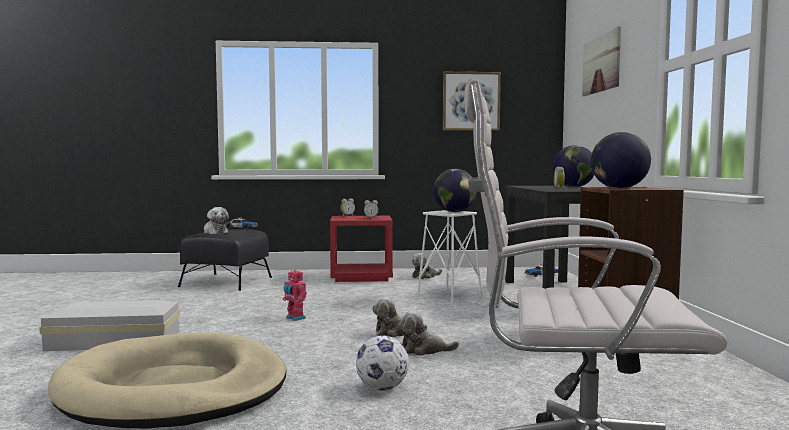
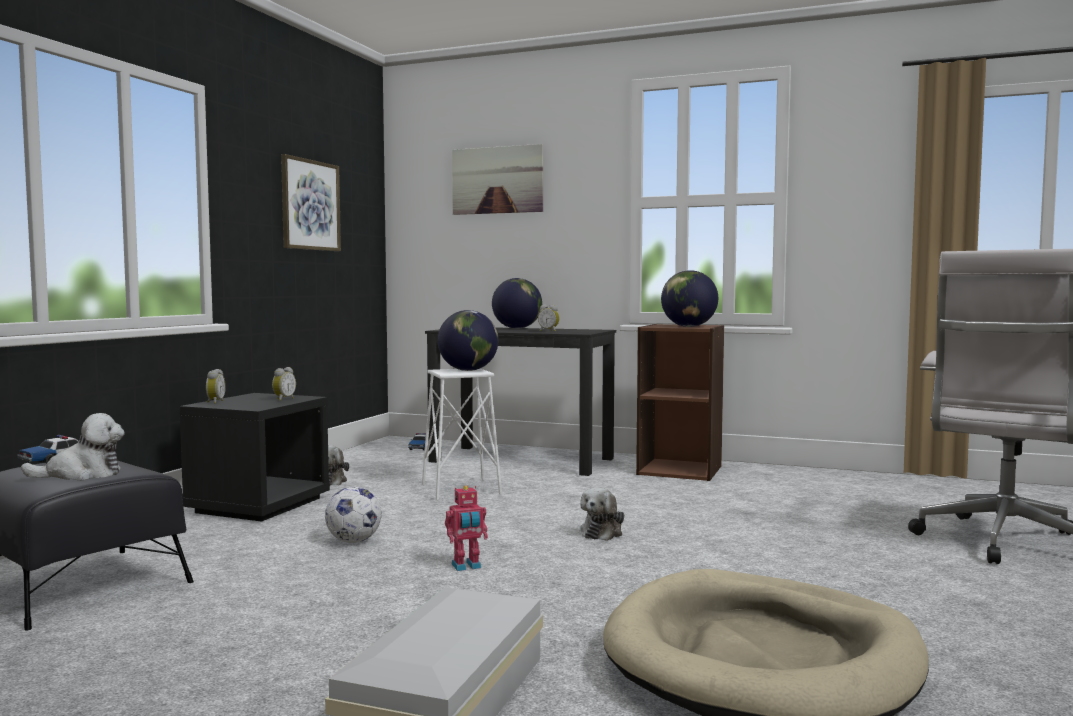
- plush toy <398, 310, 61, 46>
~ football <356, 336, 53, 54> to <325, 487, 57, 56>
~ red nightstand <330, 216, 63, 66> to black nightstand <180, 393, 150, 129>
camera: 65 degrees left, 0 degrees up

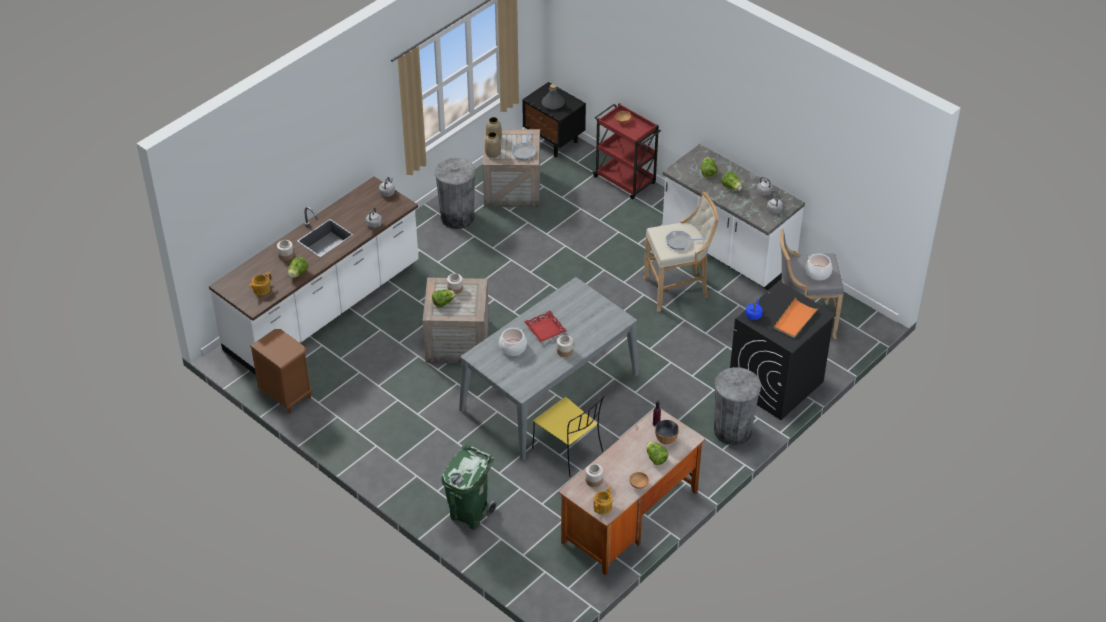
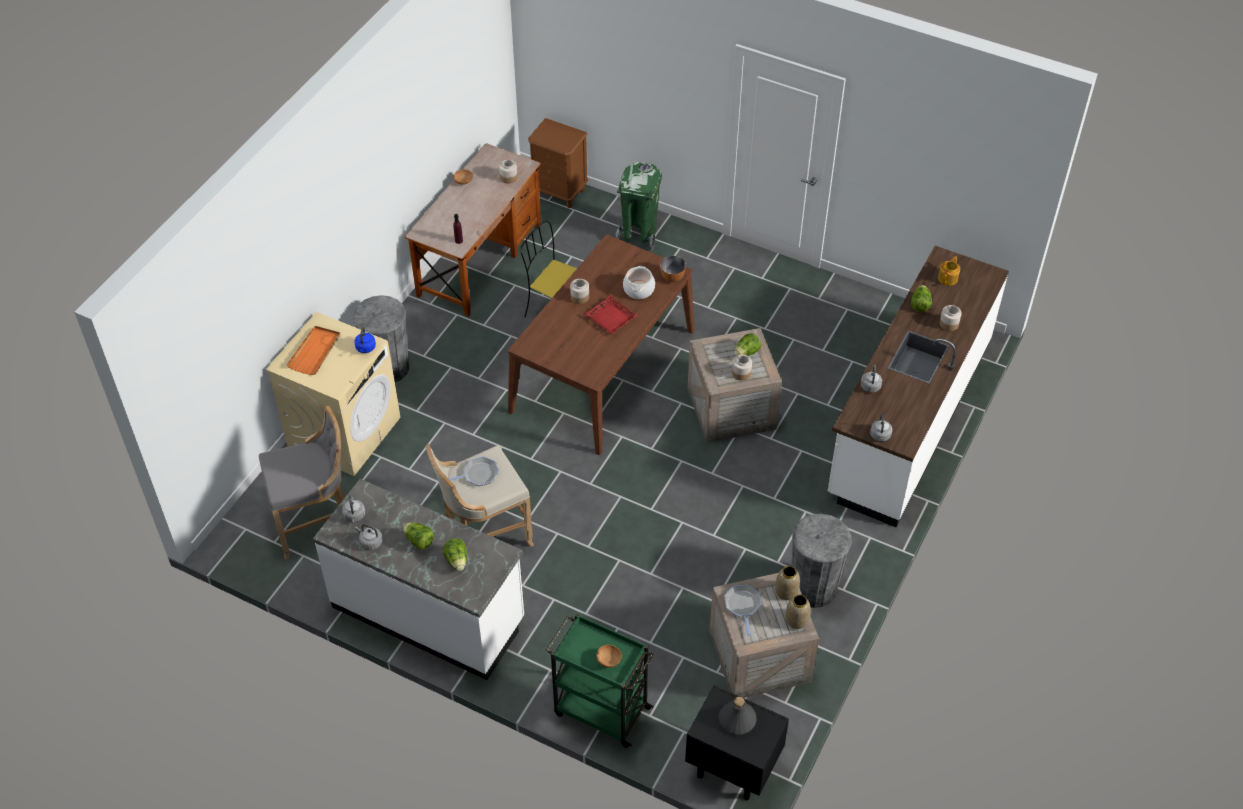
- teapot <593, 487, 19, 27>
- lettuce <646, 442, 22, 23>
- cooking pot <805, 254, 27, 26>
~ brown nightstand <250, 329, 62, 84> to <528, 118, 61, 90>
~ bowl <655, 420, 24, 24> to <660, 256, 26, 26>
~ grey dining table <459, 277, 180, 184> to brown dining table <508, 234, 186, 221>
~ red cart <593, 103, 68, 97> to green cart <546, 613, 108, 135>
~ black washing machine <730, 281, 106, 139> to beige washing machine <266, 312, 134, 164>
camera: 165 degrees right, 5 degrees up

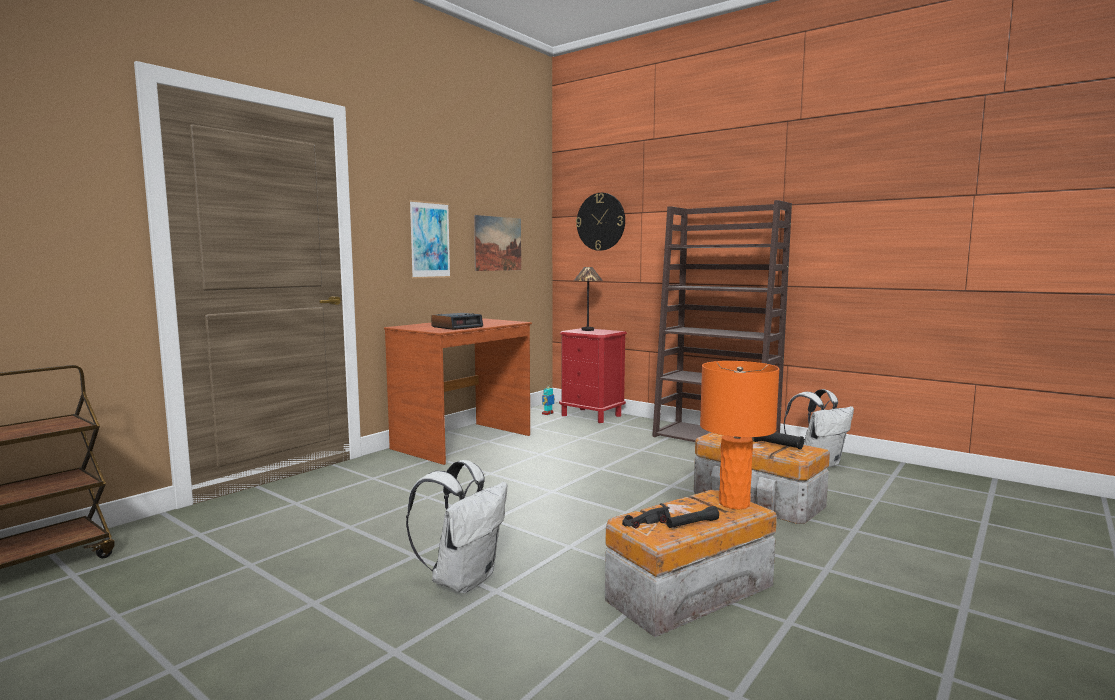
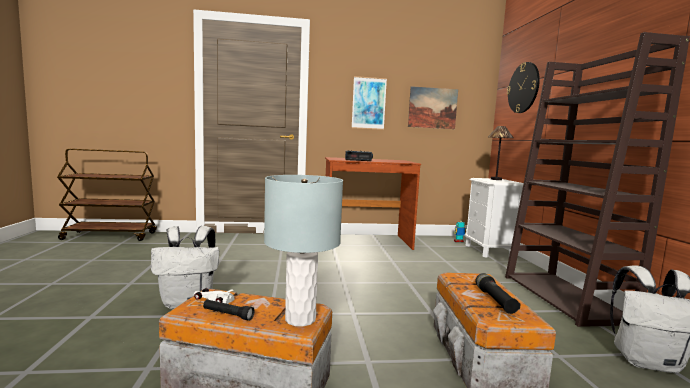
~ red nightstand <559, 328, 68, 95> to white nightstand <464, 178, 60, 80>
~ black toy car <622, 503, 49, 25> to white toy car <193, 288, 42, 16>
~ orange table lamp <700, 361, 79, 148> to grey table lamp <264, 175, 79, 152>
camera: 45 degrees right, 0 degrees up

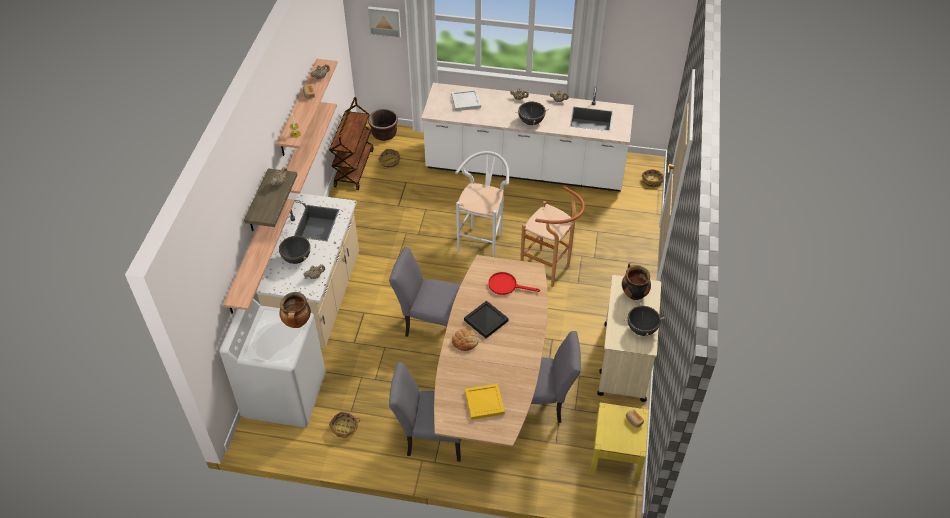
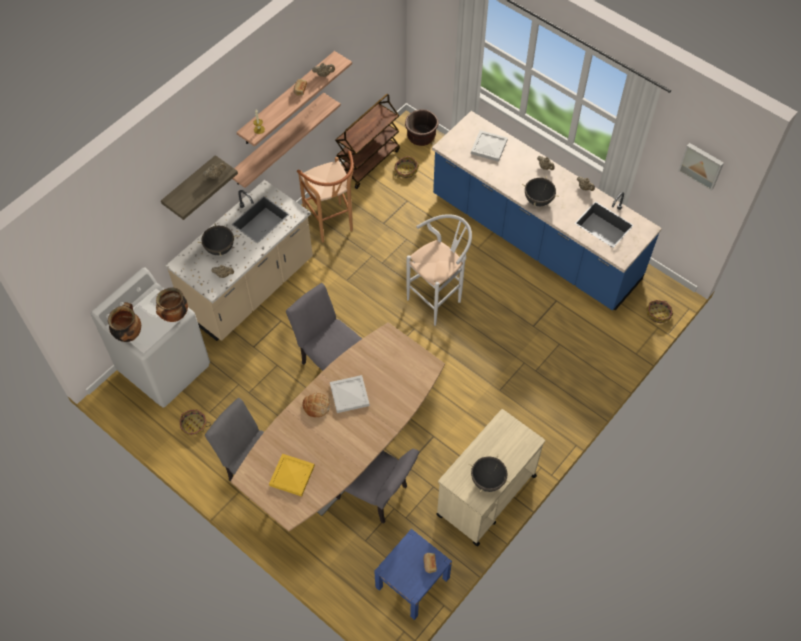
- shelf <223, 199, 72, 115>
- red frying pan <488, 272, 52, 23>
~ picture <367, 6, 34, 32> to <678, 143, 46, 48>
~ brown stool <520, 186, 65, 101> to <297, 151, 57, 91>
~ cooking pot <622, 263, 29, 37> to <108, 302, 33, 40>
~ white counter <421, 83, 213, 109> to blue counter <432, 111, 230, 200>
~ black tray <464, 301, 45, 37> to white tray <330, 375, 40, 38>
~ yellow nightstand <590, 403, 59, 79> to blue nightstand <374, 529, 78, 91>
camera: 30 degrees right, 10 degrees up

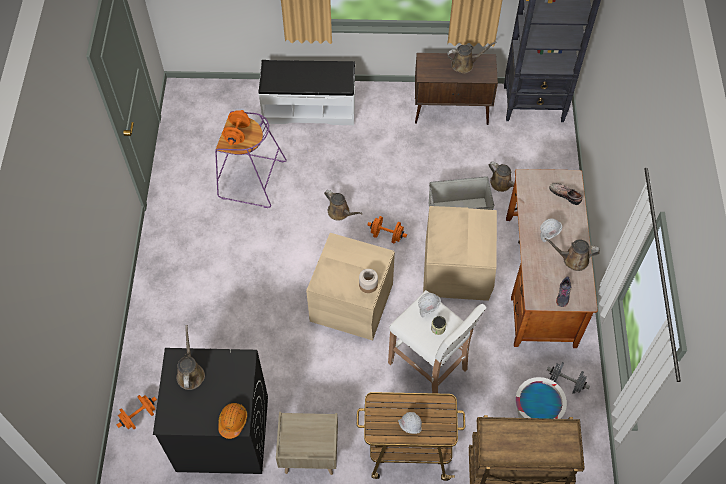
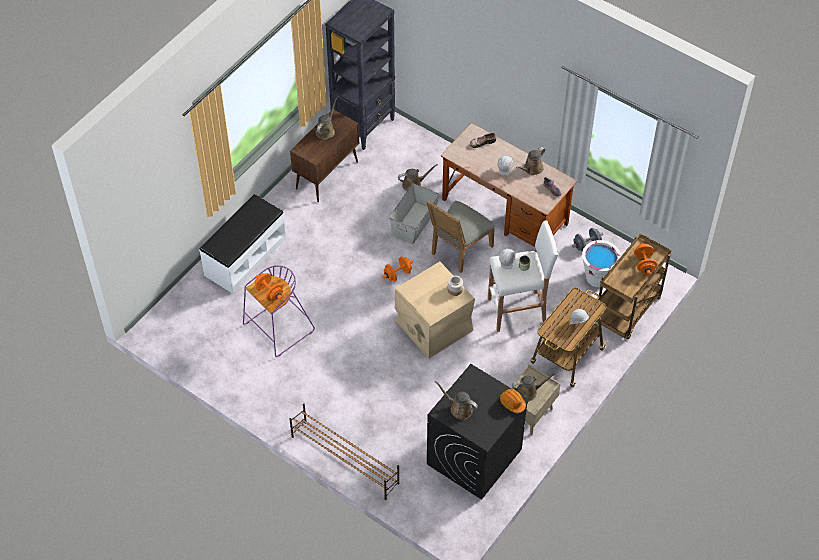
+ brown shoe rack <289, 403, 111, 97>
~ orange dumbbell <117, 395, 40, 34> to <634, 243, 23, 32>
~ brown watering can <324, 190, 39, 31> to <512, 372, 46, 29>
~ beige storage box <423, 206, 74, 95> to grey chair <426, 200, 69, 73>
camera: 55 degrees left, 5 degrees down

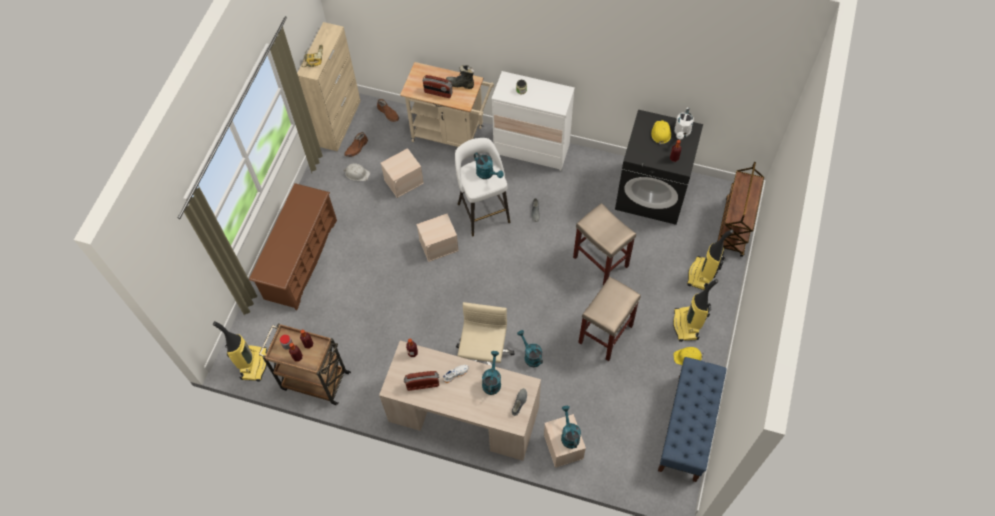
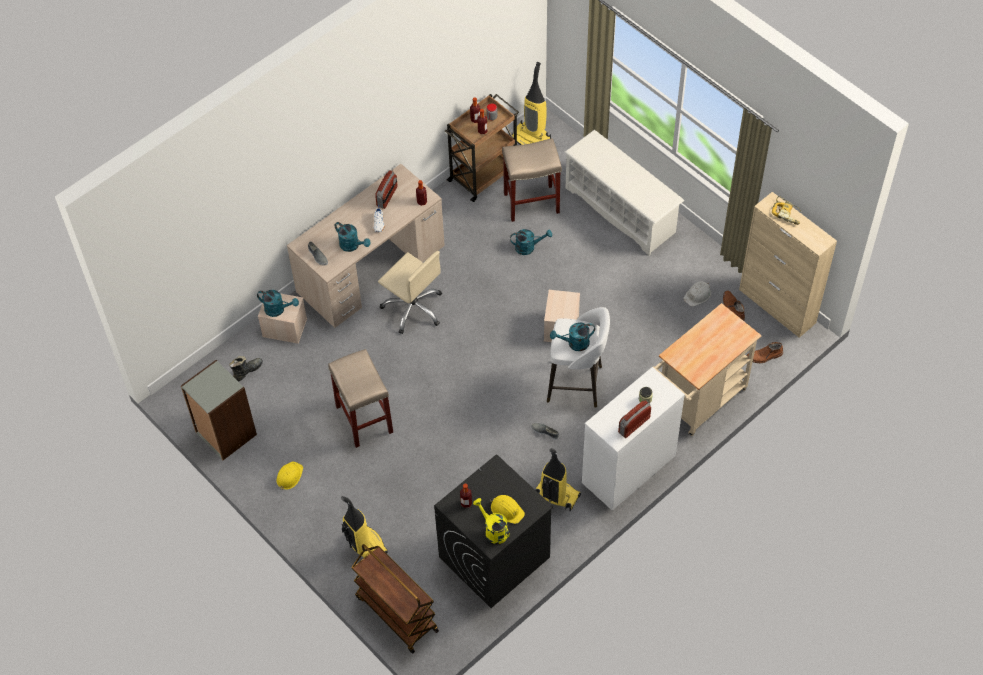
- beige storage box <380, 148, 44, 50>
~ radio <423, 75, 29, 23> to <618, 400, 33, 38>
~ black boot <446, 65, 28, 24> to <229, 356, 34, 26>
~ turquoise watering can <517, 330, 26, 37> to <510, 229, 42, 26>
~ beige stool <573, 203, 63, 82> to <502, 138, 60, 84>
~ vacuum cleaner <673, 279, 45, 63> to <535, 448, 46, 63>
~ blue bench <658, 357, 69, 125> to grey bookcase <181, 360, 76, 100>
~ brown shoe rack <249, 183, 88, 127> to white shoe rack <565, 130, 119, 126>
~ white watering can <674, 107, 20, 33> to yellow watering can <473, 498, 37, 46>
camera: 120 degrees right, 5 degrees down

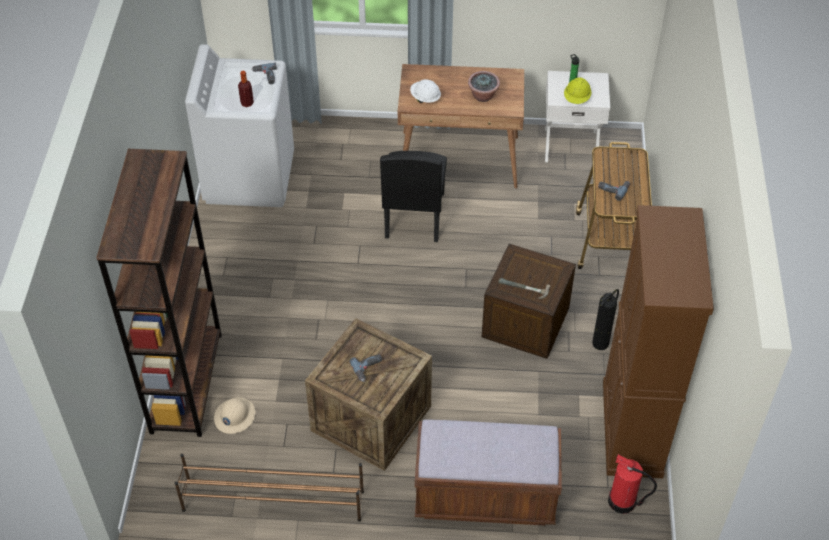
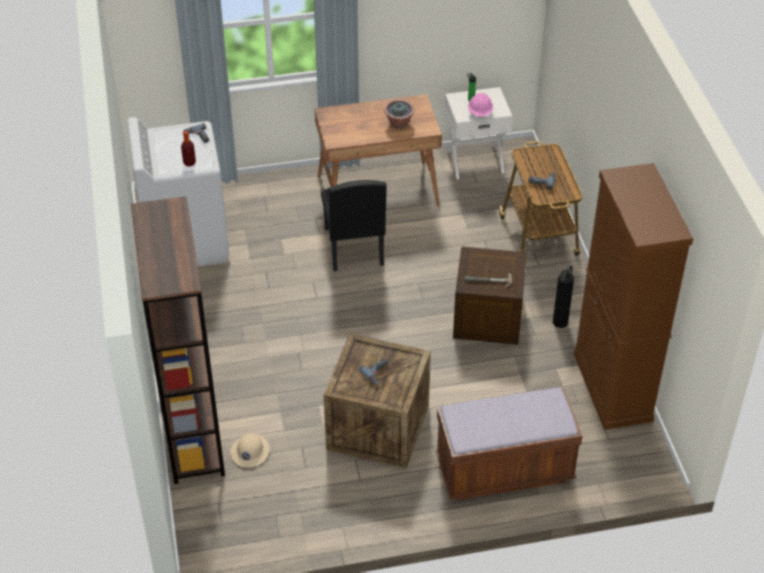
- brown shoe rack <175, 454, 189, 67>
- white hard hat <410, 79, 31, 24>
- fire extinguisher <608, 454, 49, 60>
~ yellow hard hat <564, 77, 27, 27> to pink hard hat <468, 93, 25, 24>
camera: 15 degrees left, 5 degrees down

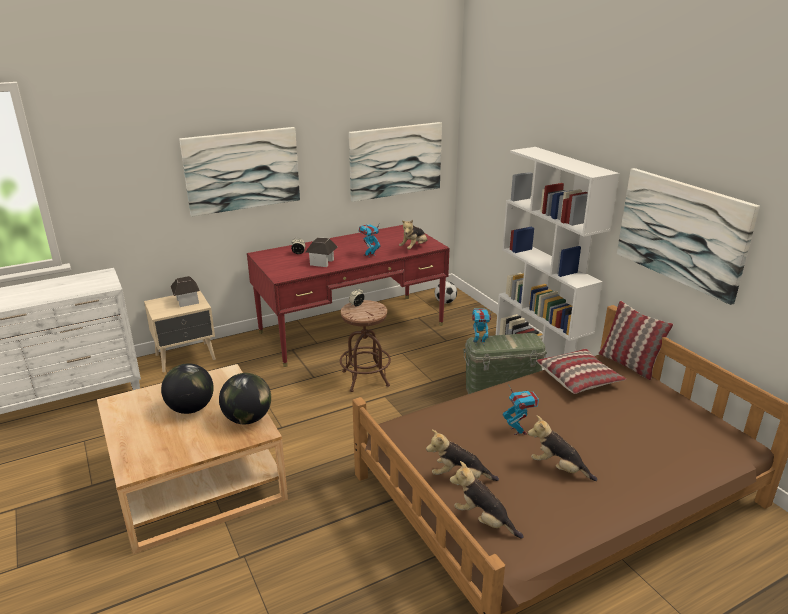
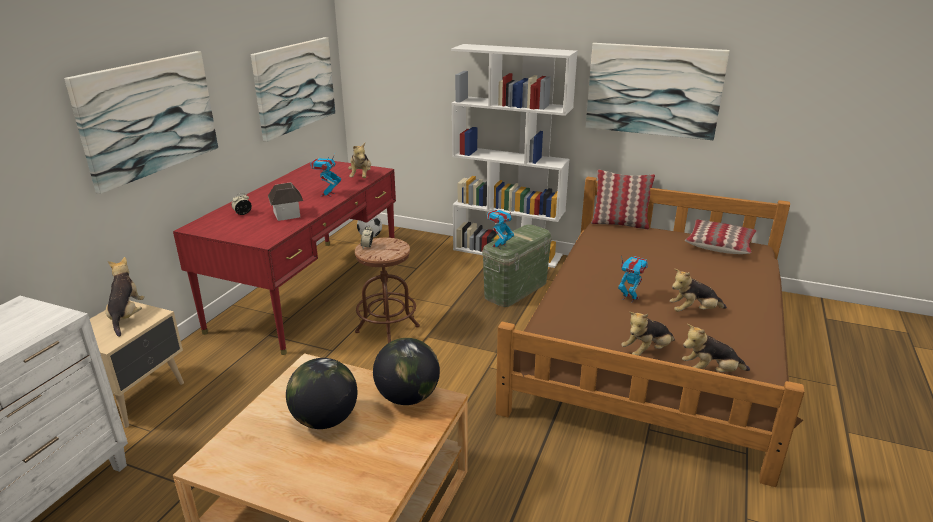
~ pillow <536, 349, 90, 45> to <685, 219, 71, 35>
~ toy house <171, 276, 29, 31> to plush toy <106, 257, 39, 80>
camera: 40 degrees left, 0 degrees up

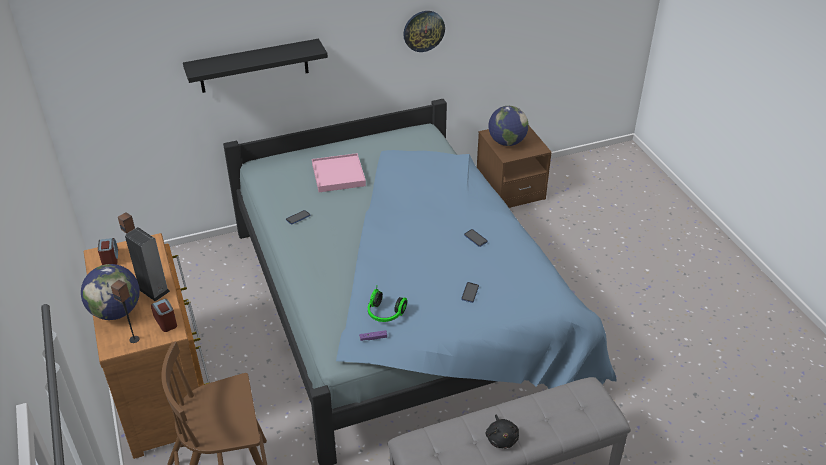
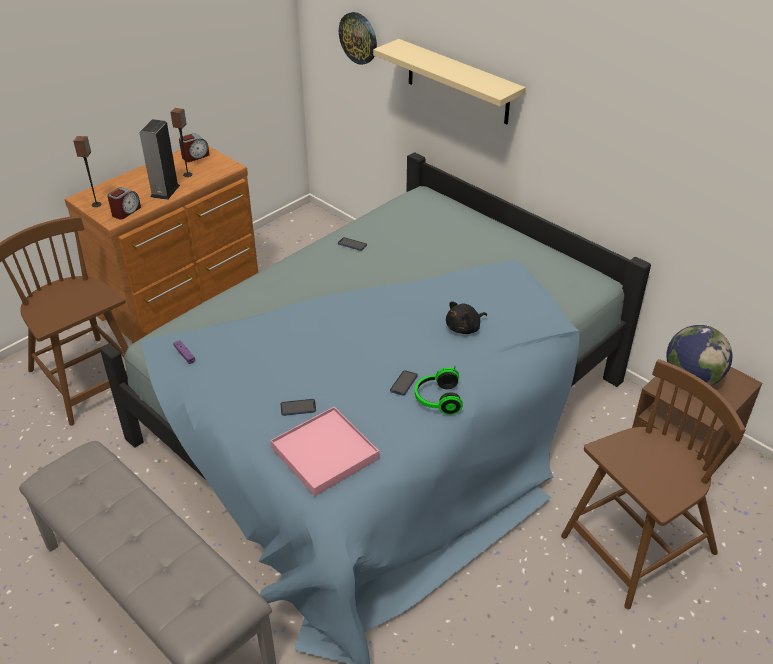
- globe <81, 264, 59, 56>
+ brown chair <561, 359, 184, 250>
~ pink tray <312, 153, 54, 39> to <270, 407, 109, 89>
~ headphones <368, 289, 39, 33> to <415, 365, 48, 50>
~ wall clock <403, 11, 42, 41> to <339, 12, 38, 53>
~ black plush toy <486, 415, 33, 33> to <446, 301, 41, 33>
~ black shelf <183, 39, 145, 54> to beige shelf <373, 39, 153, 85>
camera: 65 degrees right, 0 degrees up

